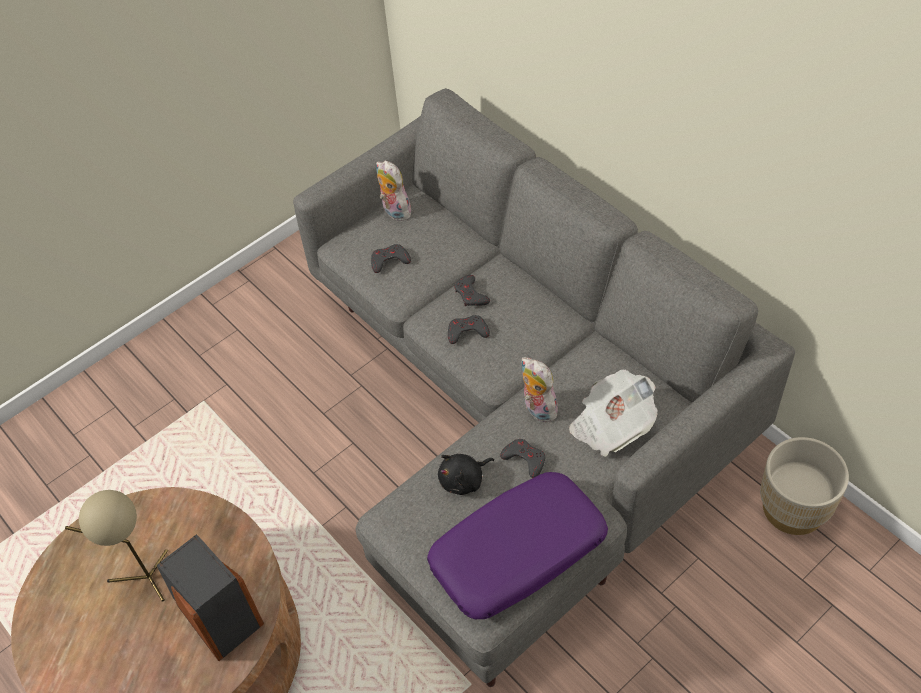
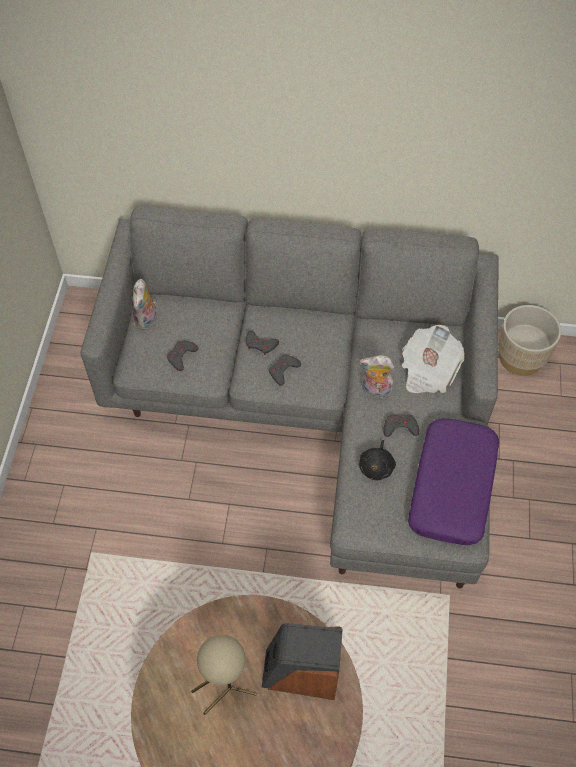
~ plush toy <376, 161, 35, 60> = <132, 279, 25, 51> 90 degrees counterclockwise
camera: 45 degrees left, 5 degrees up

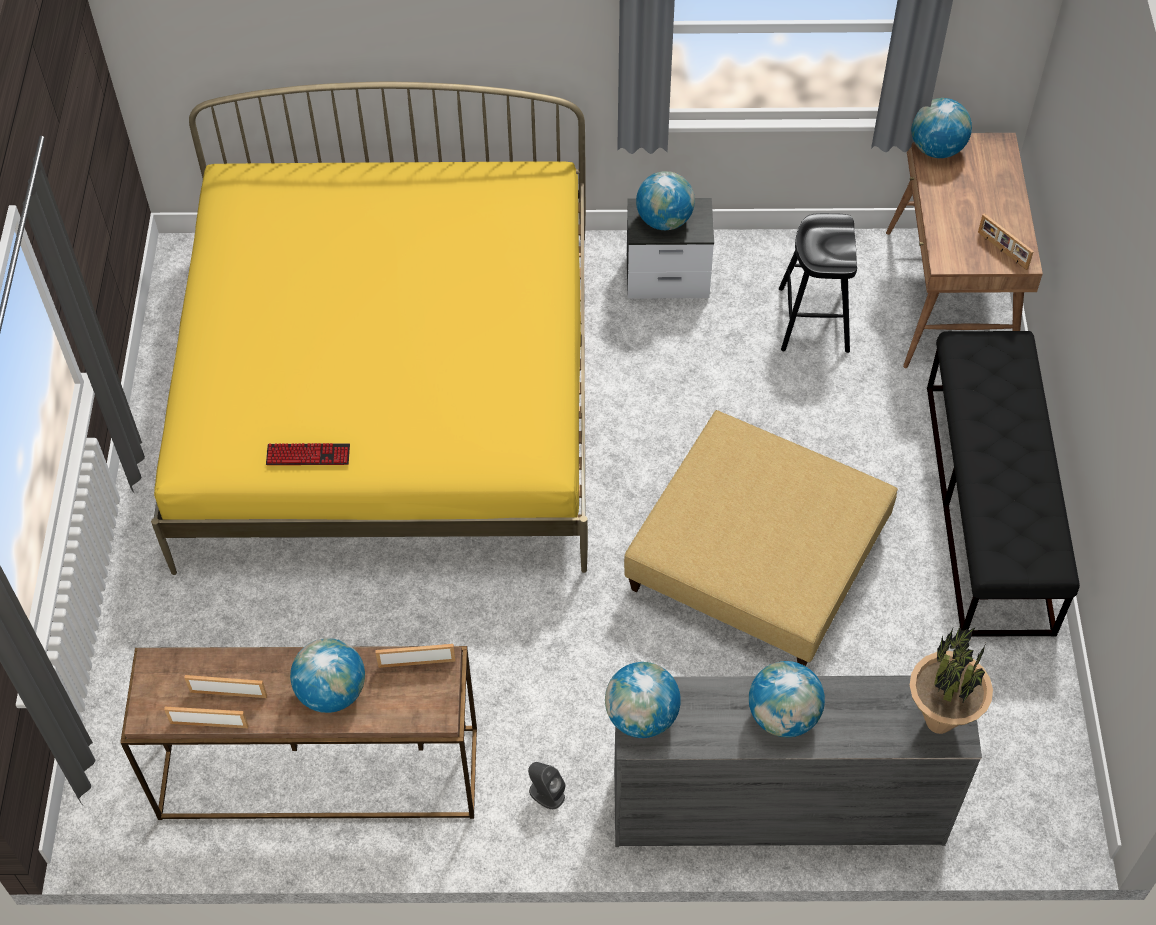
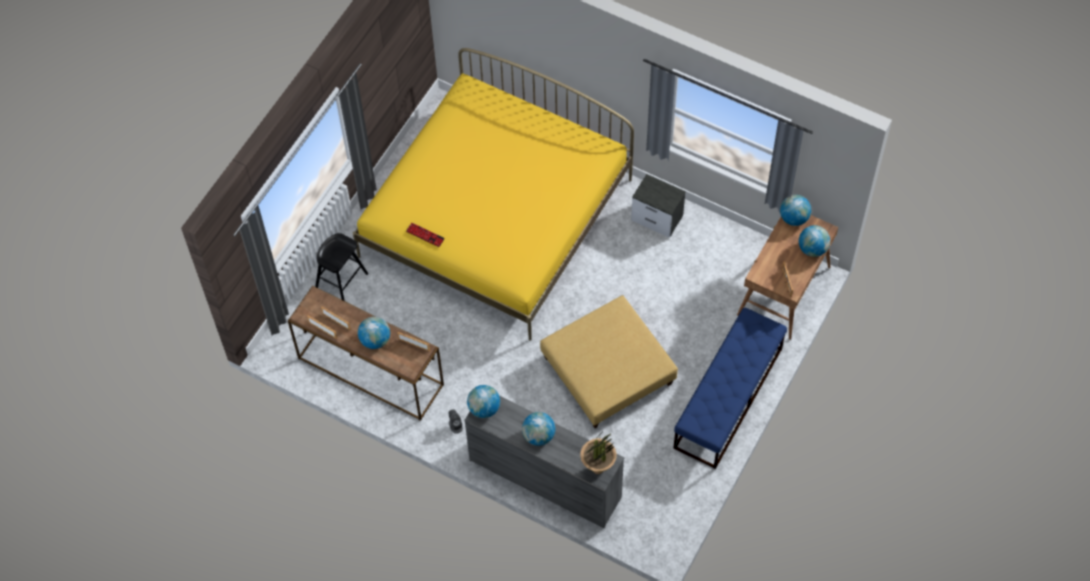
~ globe <636, 171, 59, 59> to <799, 225, 31, 32>
~ black stool <779, 213, 78, 140> to <315, 233, 53, 68>
~ black bench <927, 331, 153, 306> to blue bench <673, 307, 114, 162>
camera: 30 degrees right, 5 degrees up

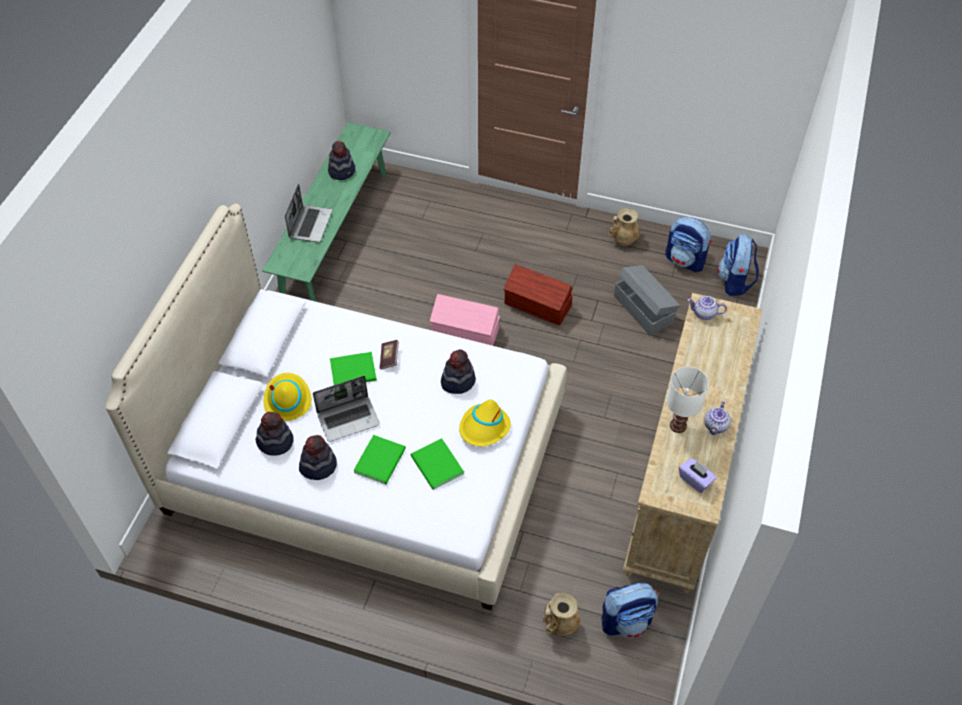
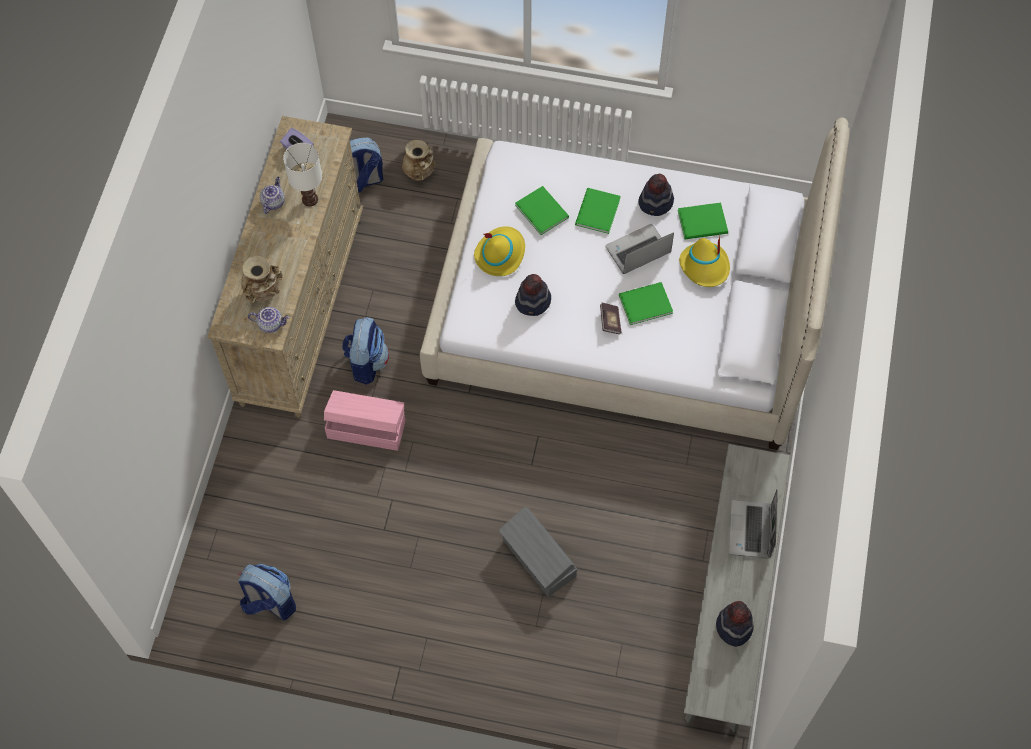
- brown storage box <503, 264, 70, 62>
~ pink storage box <430, 294, 70, 52> to <324, 390, 81, 61>
~ beige vase <609, 208, 31, 38> to <241, 256, 42, 47>
~ grey storage box <614, 265, 66, 71> to <499, 507, 78, 90>
~ backpack <717, 234, 42, 62> to <342, 317, 47, 68>
~ hat <255, 412, 39, 44> to green book <678, 202, 50, 38>
~ green bench <262, 122, 129, 180> to grey bench <684, 444, 106, 288>
camera: 175 degrees right, 10 degrees up

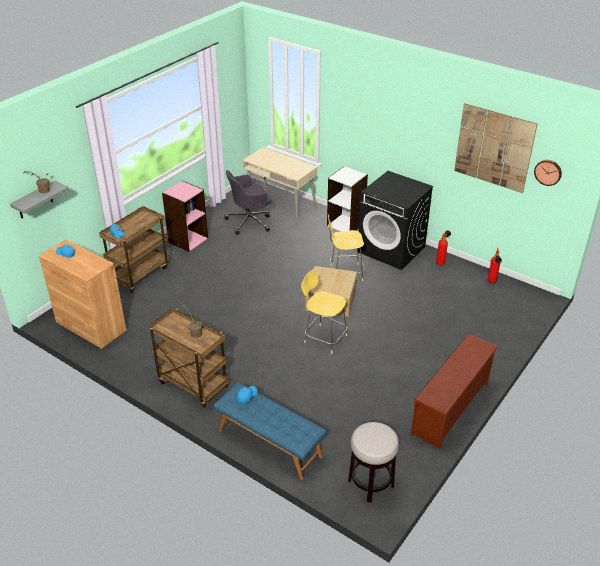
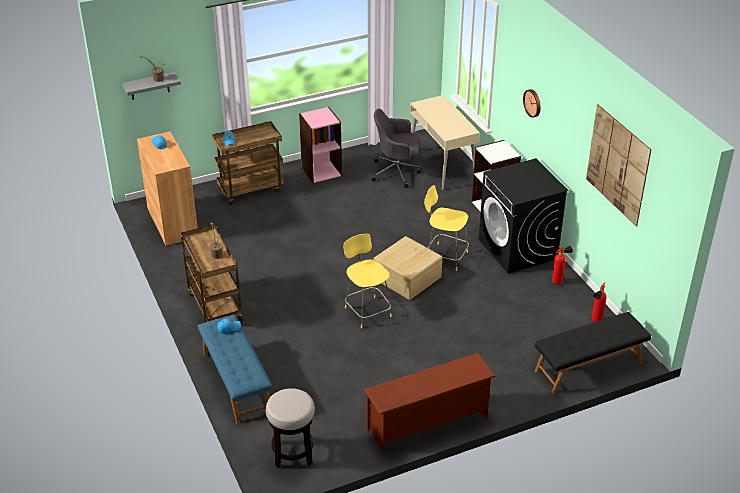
+ black bench <535, 312, 116, 82>
~ wall clock <534, 160, 28, 26> to <523, 89, 18, 29>
camera: 30 degrees right, 0 degrees up

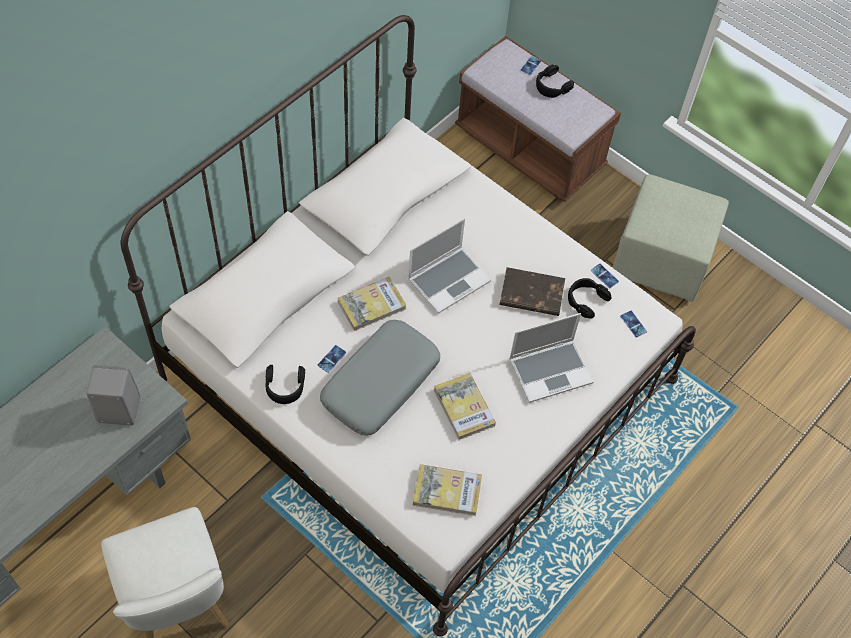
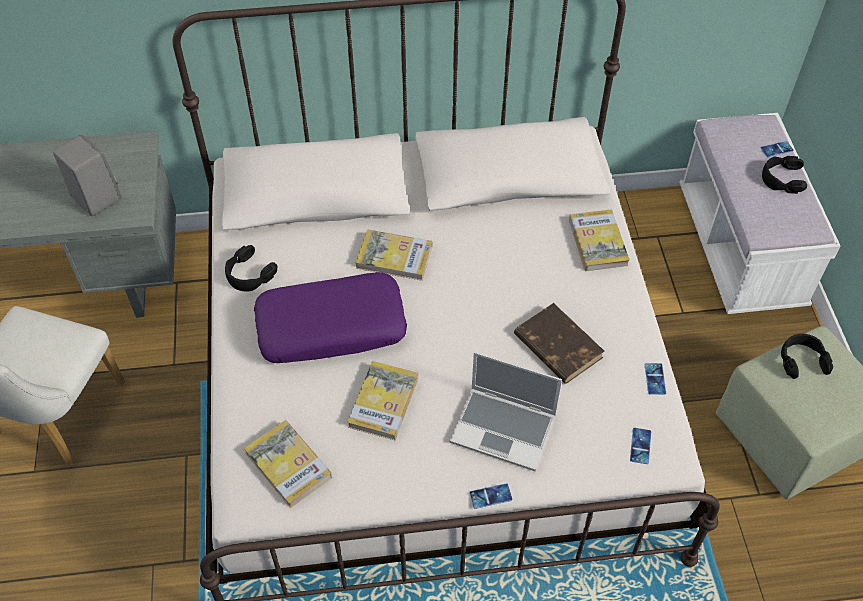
- laptop <408, 218, 83, 96>
+ book <569, 209, 61, 62>
~ phone <318, 345, 28, 28> to <470, 483, 42, 26>
~ black headphones <568, 278, 44, 41> to <781, 334, 52, 45>
~ grey pillow <320, 320, 120, 115> to purple pillow <254, 272, 153, 91>
~ brown bench <455, 36, 166, 166> to white bench <679, 113, 162, 201>
camera: 45 degrees right, 5 degrees down

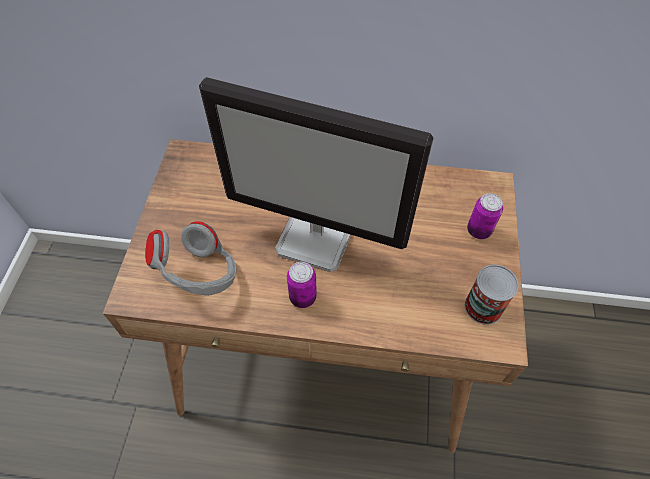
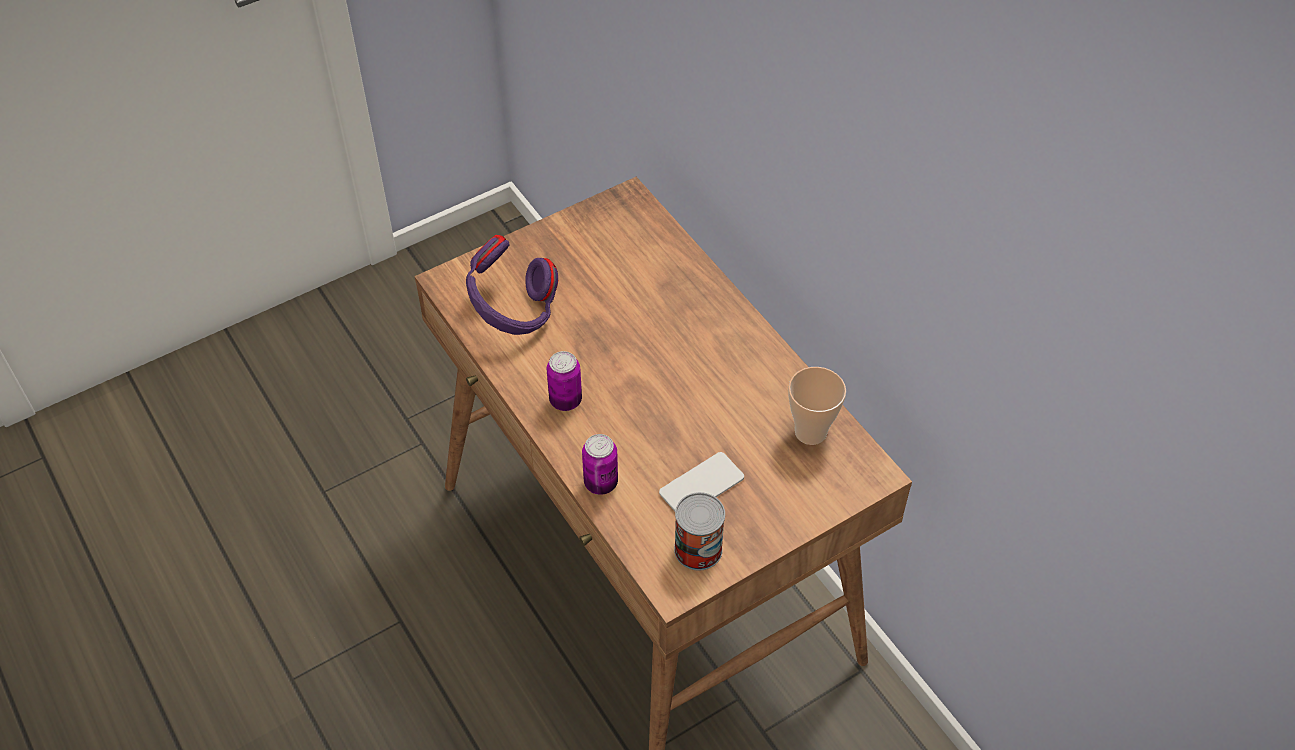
- monitor <199, 77, 235, 195>
+ phone <659, 452, 85, 59>
+ cup <788, 367, 58, 78>
~ can <467, 193, 36, 46> to <582, 434, 36, 61>
~ grey headphones <145, 221, 92, 75> to purple headphones <466, 235, 92, 100>
camera: 50 degrees right, 5 degrees down

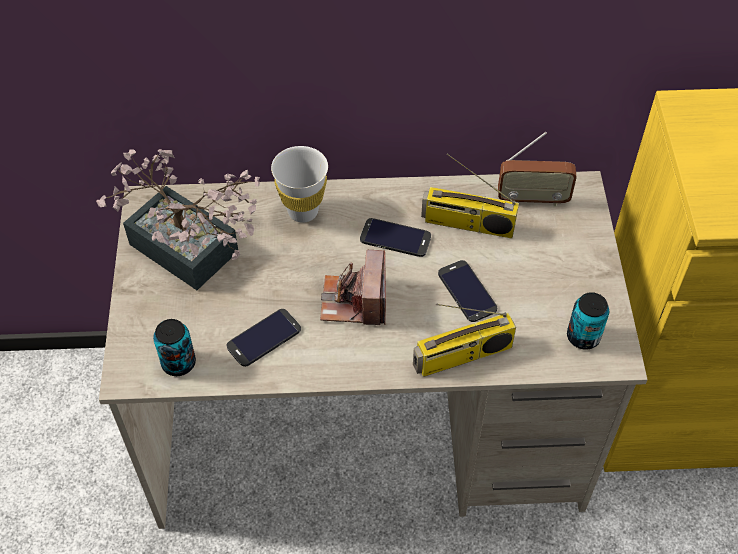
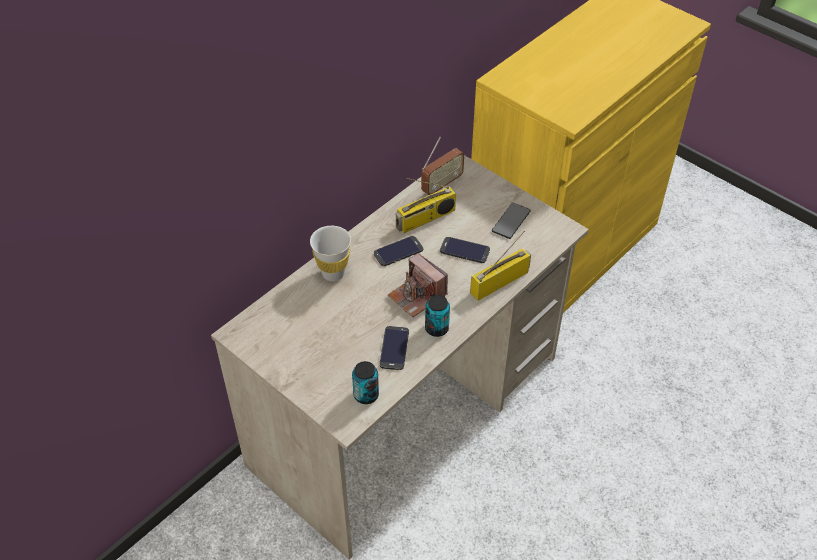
- potted plant <96, 149, 164, 141>
+ phone <492, 203, 38, 36>
~ can <567, 292, 42, 58> to <425, 295, 25, 42>
~ radio <413, 303, 103, 74> = <470, 231, 61, 70> 150 degrees counterclockwise
camera: 45 degrees left, 5 degrees down

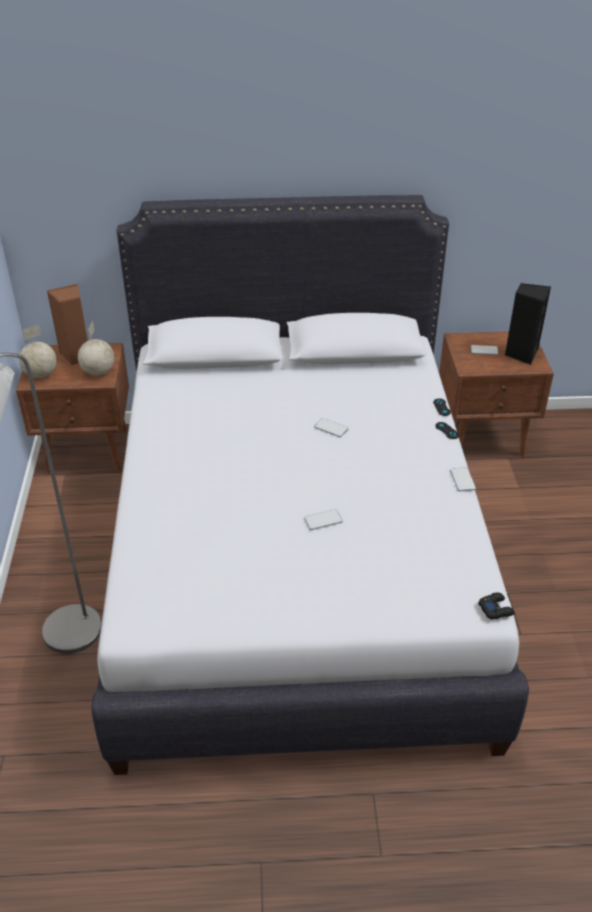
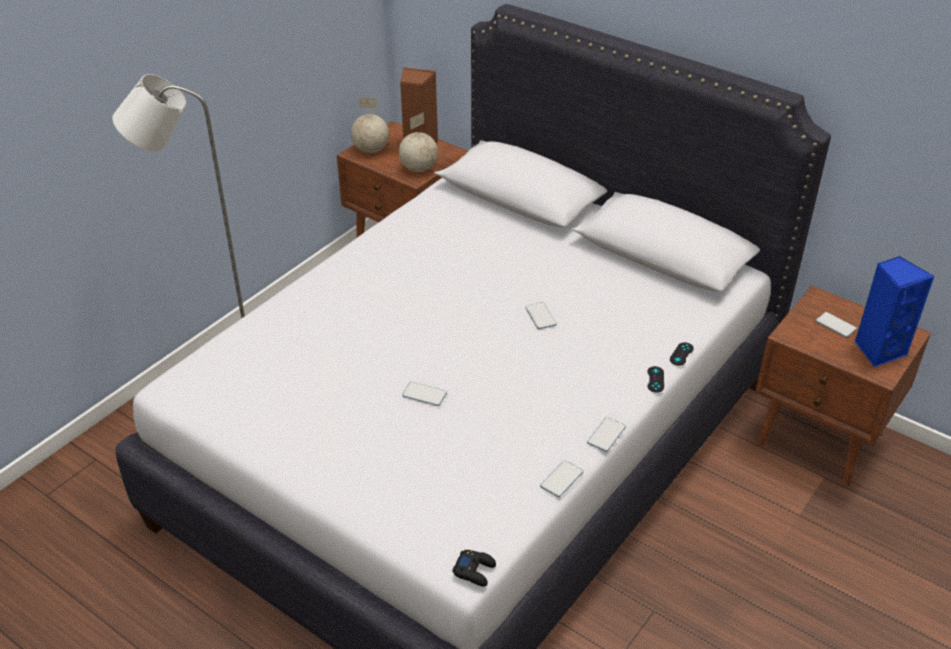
+ phone <540, 460, 43, 37>
~ black speaker <505, 283, 46, 82> to blue speaker <854, 256, 80, 111>
camera: 40 degrees right, 0 degrees up

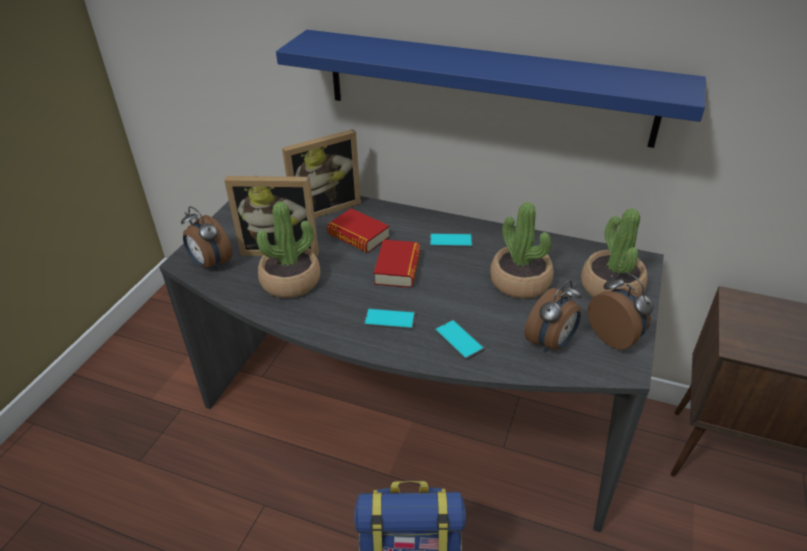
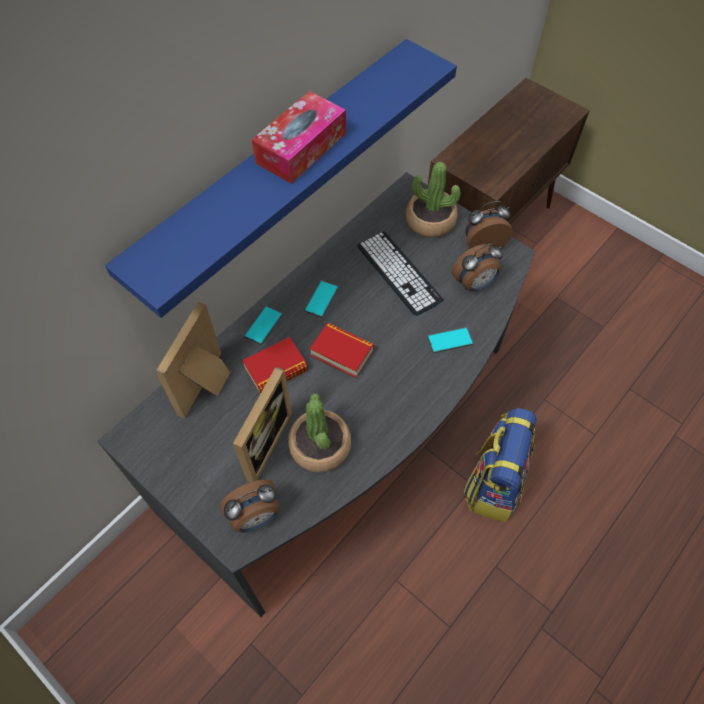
+ tissue box <252, 91, 94, 93>
~ phone <364, 308, 52, 22> to <244, 305, 39, 40>
~ potted plant <490, 202, 64, 97> to keyboard <357, 231, 86, 85>
~ picture frame <282, 129, 79, 89> = <156, 302, 74, 116> 150 degrees counterclockwise
~ alarm clock <524, 280, 58, 73> = <452, 244, 51, 47> 90 degrees clockwise
camera: 70 degrees left, 20 degrees up

